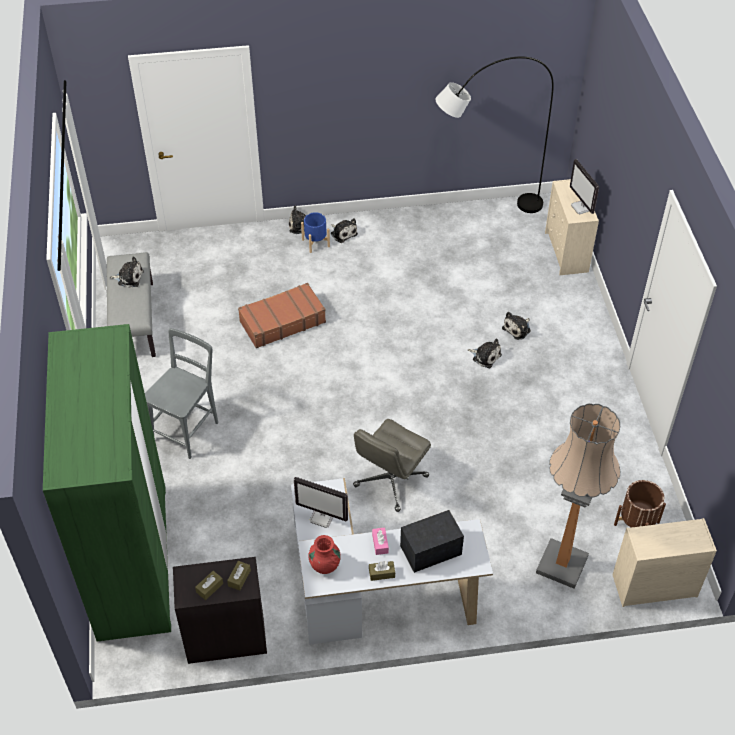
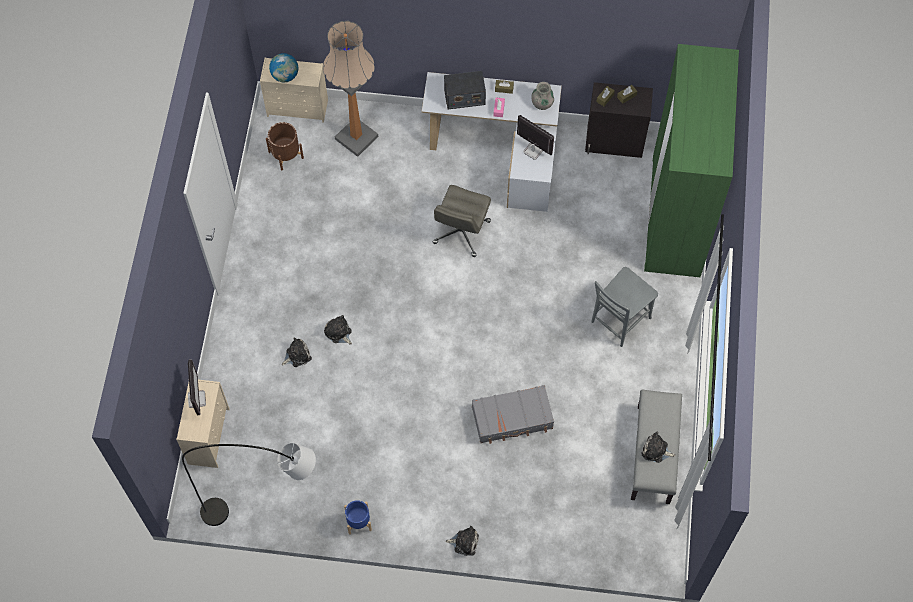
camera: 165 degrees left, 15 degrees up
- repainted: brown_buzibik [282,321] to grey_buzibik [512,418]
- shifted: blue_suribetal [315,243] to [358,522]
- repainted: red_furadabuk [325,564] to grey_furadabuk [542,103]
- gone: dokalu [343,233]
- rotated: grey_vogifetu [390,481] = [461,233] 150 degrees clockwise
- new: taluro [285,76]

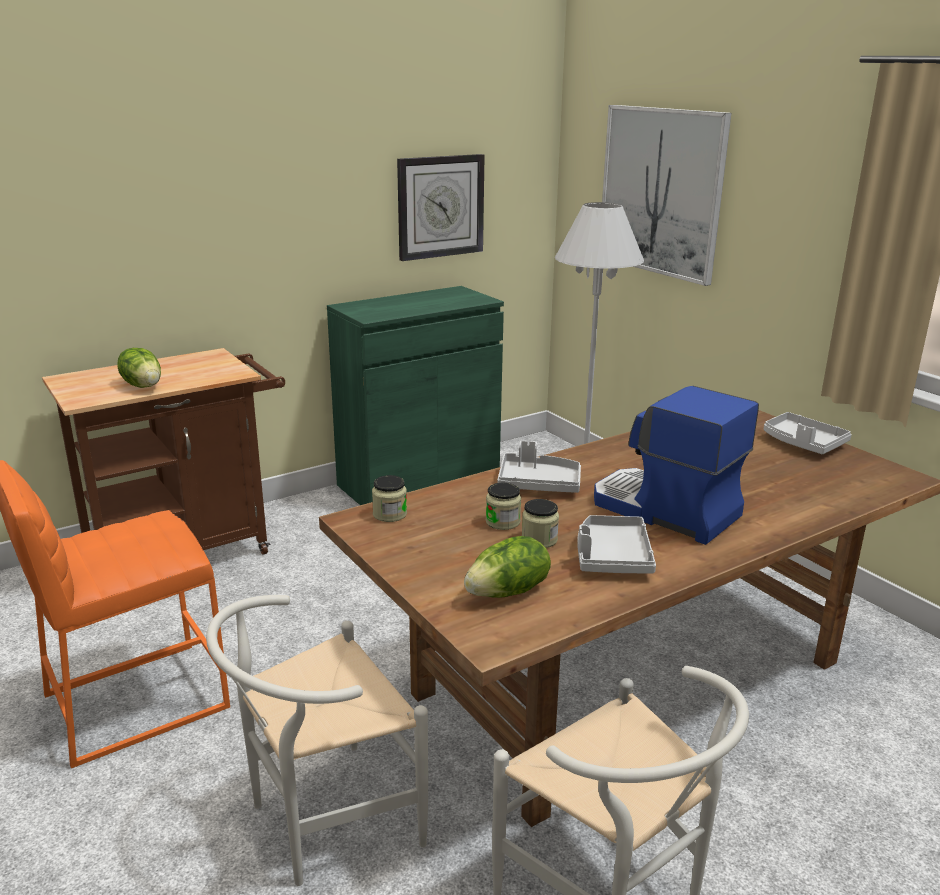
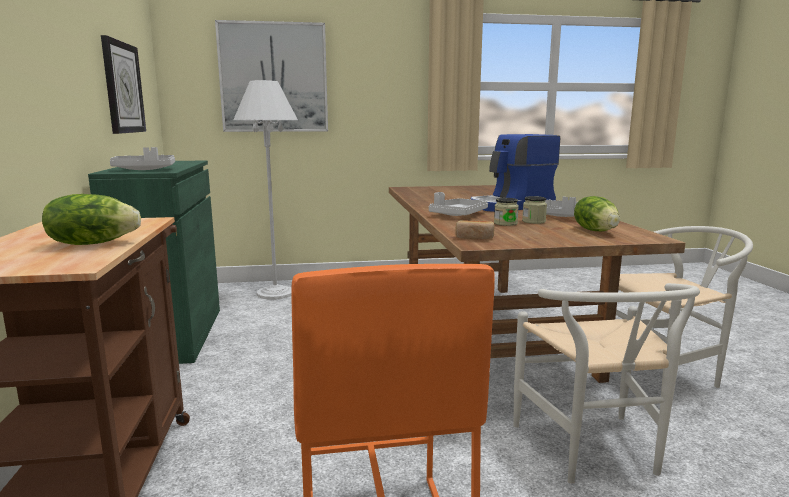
camera: 65 degrees left, 10 degrees down
- swapped: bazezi [390,514] to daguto [474,238]
- shifted: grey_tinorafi [803,443] to [144,170]

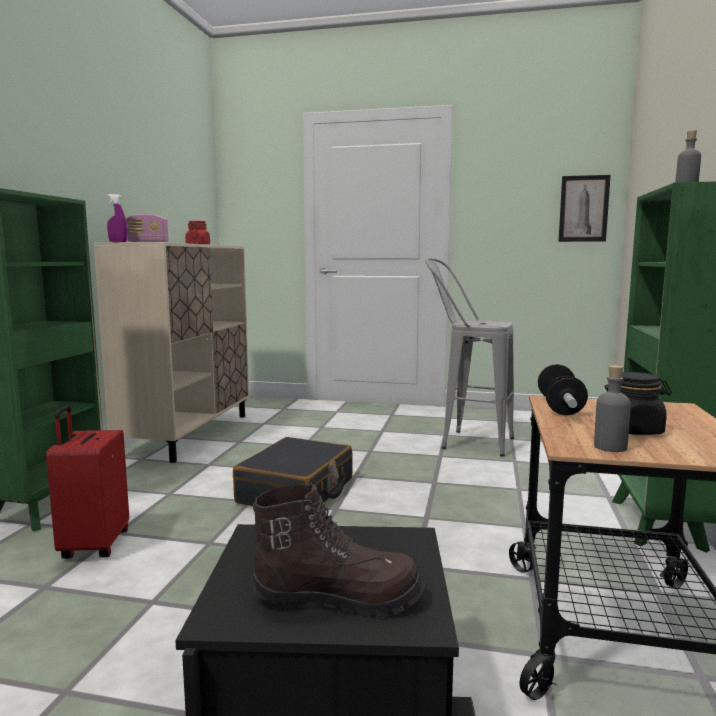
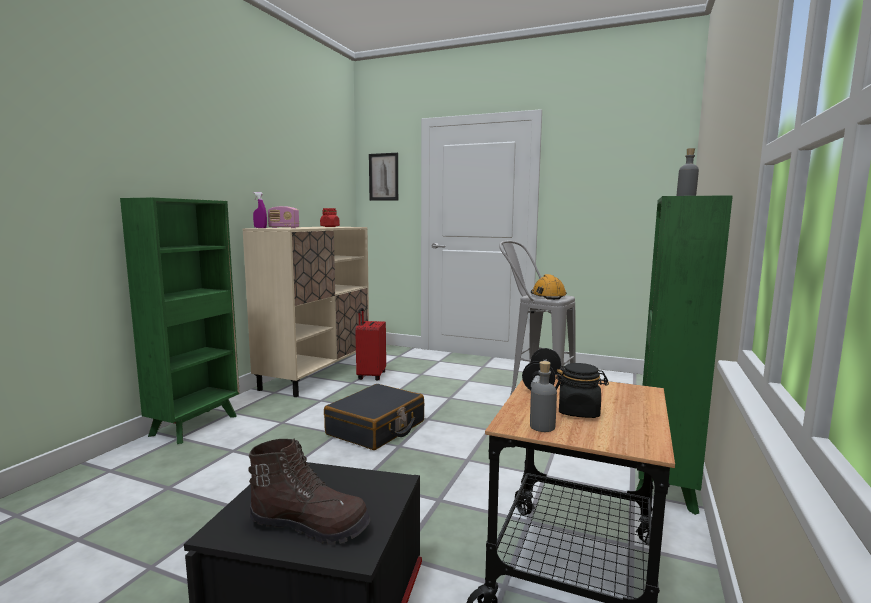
camera: 10 degrees right, 0 degrees up
- shifted: red_buzibik [93,546] to [370,376]
- shifted: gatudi [583,208] to [383,177]
- new: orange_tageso [547,296]

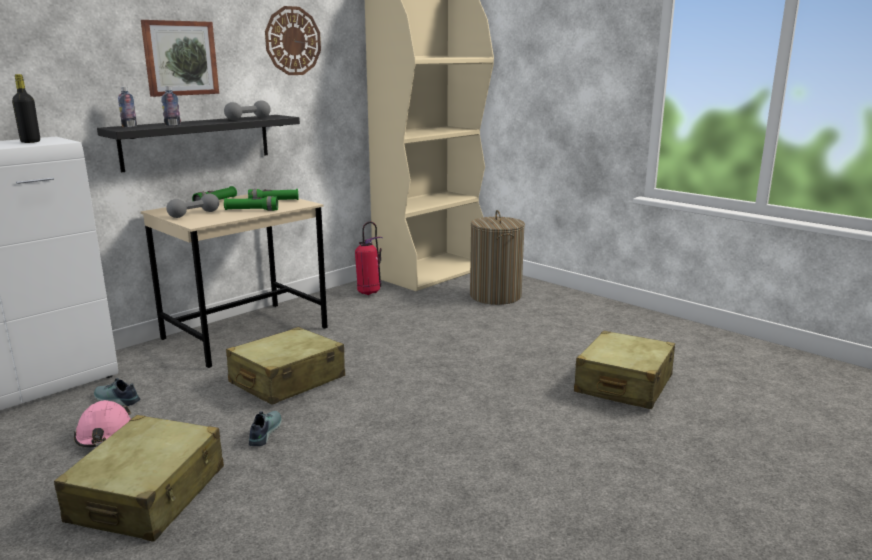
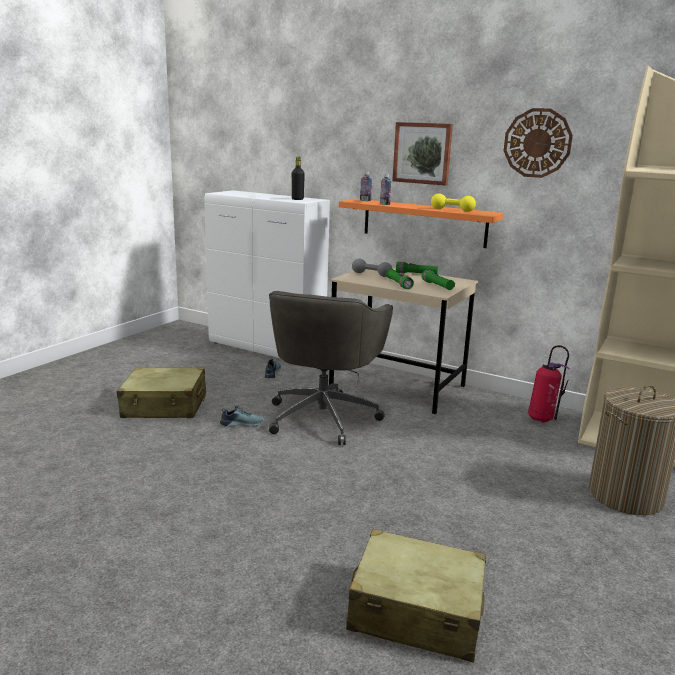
camera: 75 degrees right, 0 degrees up
- gone: pink_tageso [105,435]
- repainted: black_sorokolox [197,142] to orange_sorokolox [424,222]
- repainted: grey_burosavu [248,119] to yellow_burosavu [452,210]
- swapped: beige_buzibik [287,380] to grey_vogifetu [324,416]

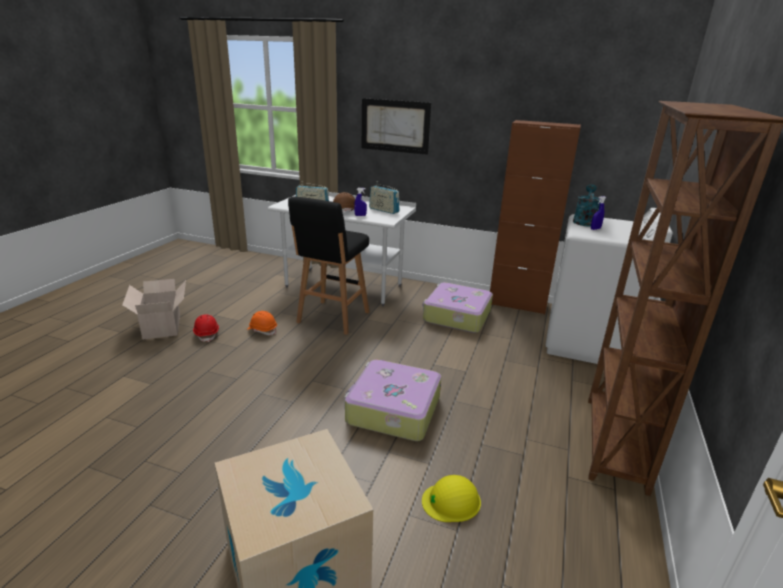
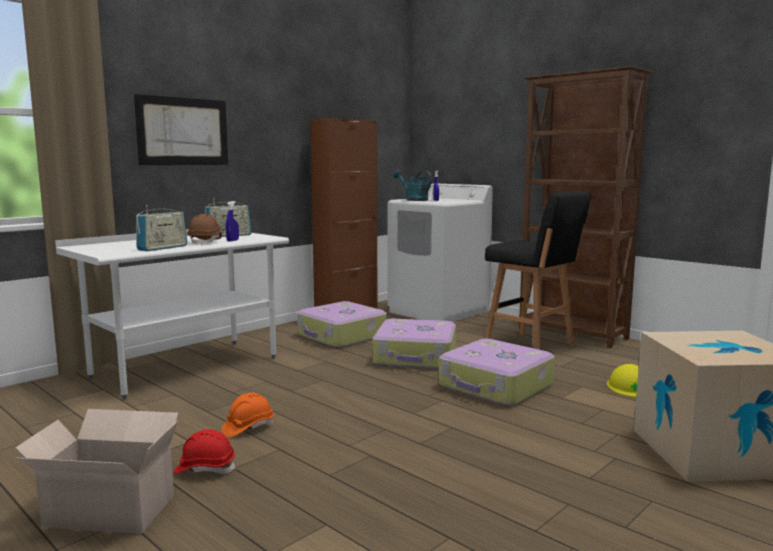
camera: 65 degrees left, 15 degrees down
- shifted: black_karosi [332,318] to [531,347]
- new: buzibik [416,357]

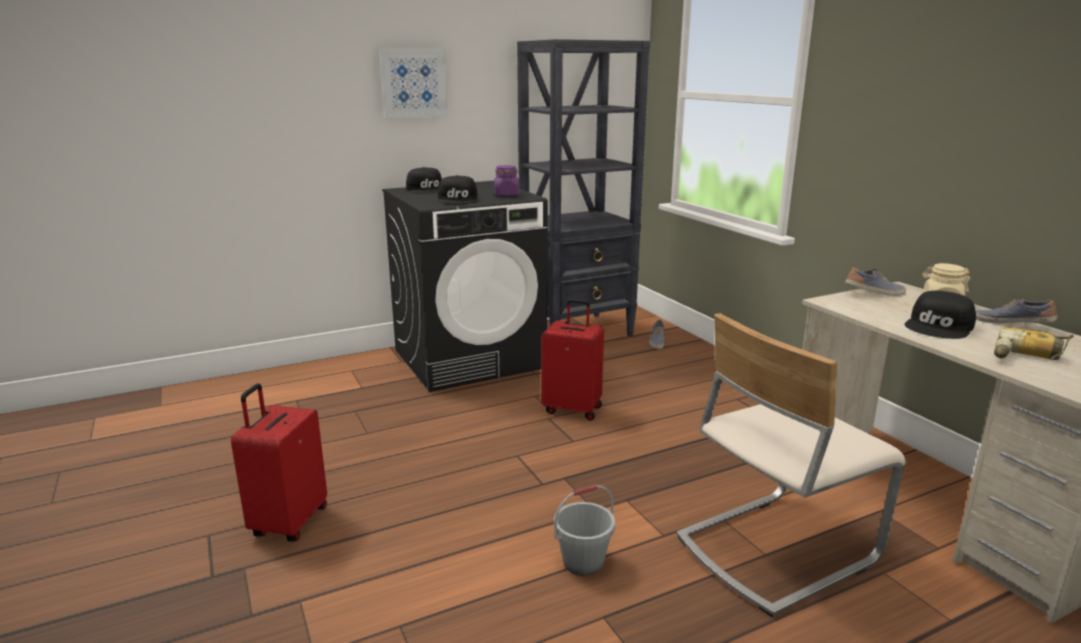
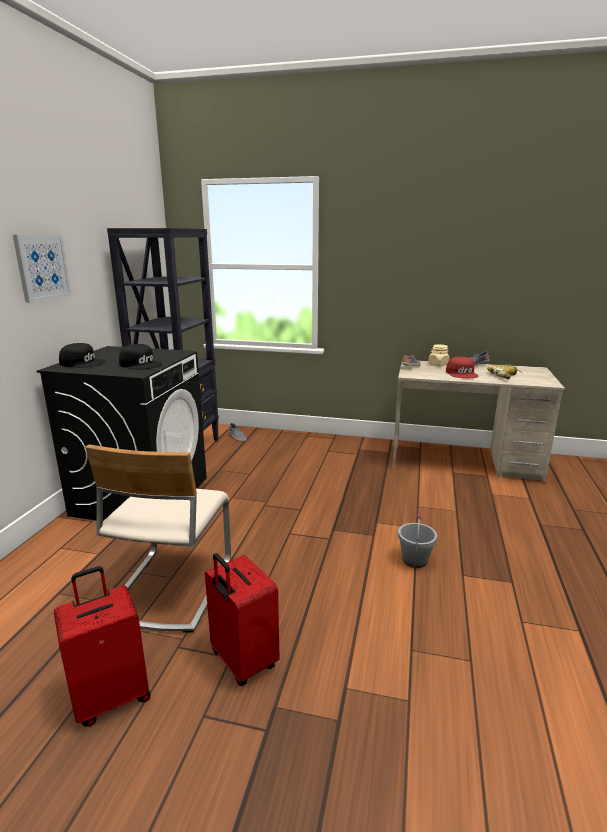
camera: 50 degrees left, 0 degrees up
- gone: purple_bazezi [506,195]
- shifted: red_buzibik [573,409] to [111,697]
- shifted: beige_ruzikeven [775,548] to [170,588]
- repainted: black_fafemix [940,326] to red_fafemix [462,373]

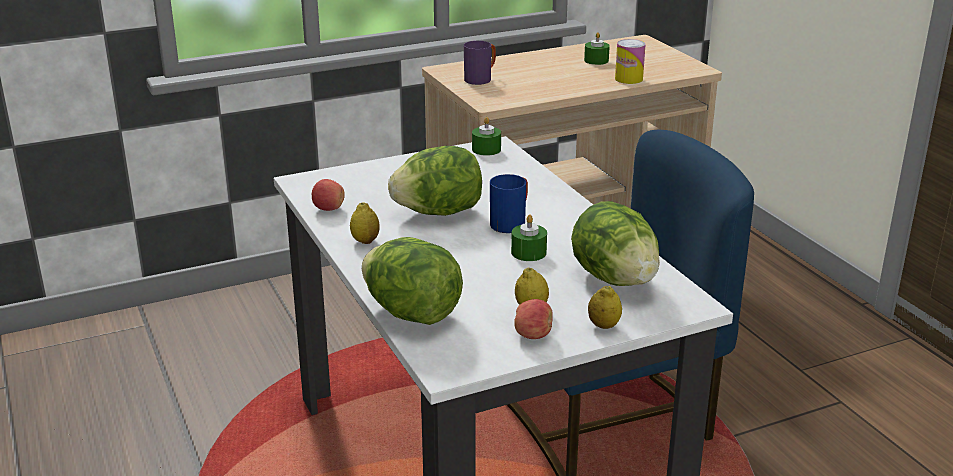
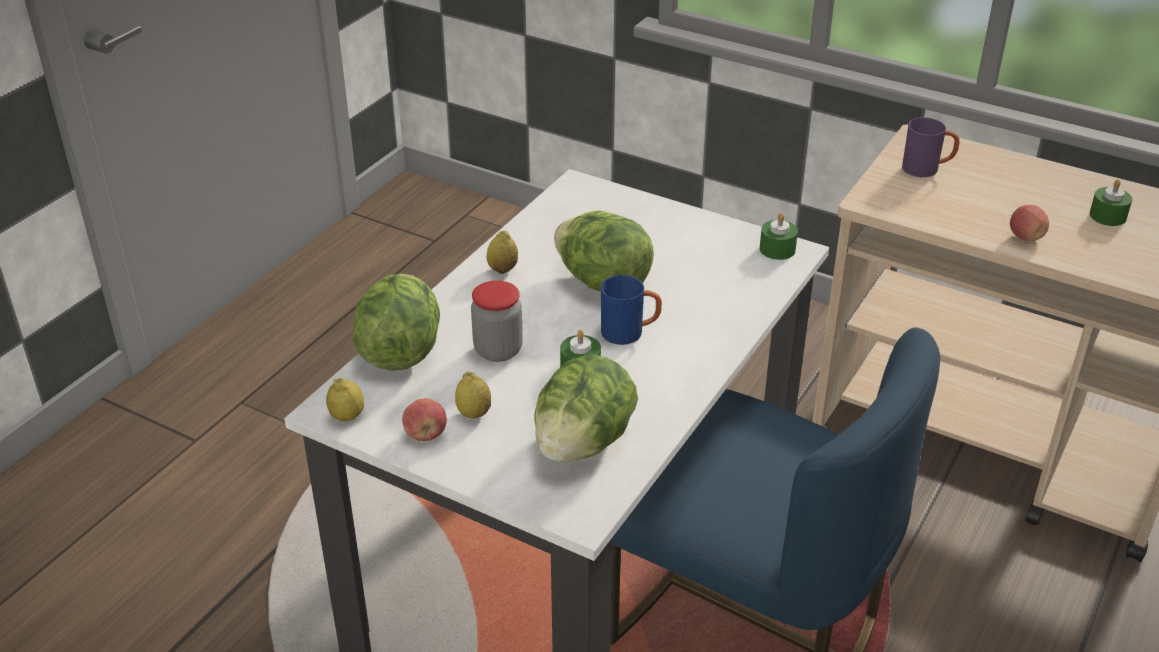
camera: 55 degrees right, 10 degrees up
- shifted: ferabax [328,209] to [1025,237]
- shifted: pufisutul [603,326] to [347,416]
- gone: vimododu [628,79]
- new: bazezi [498,350]

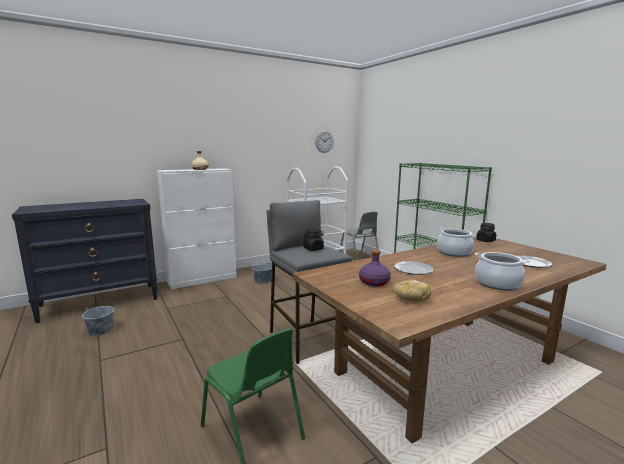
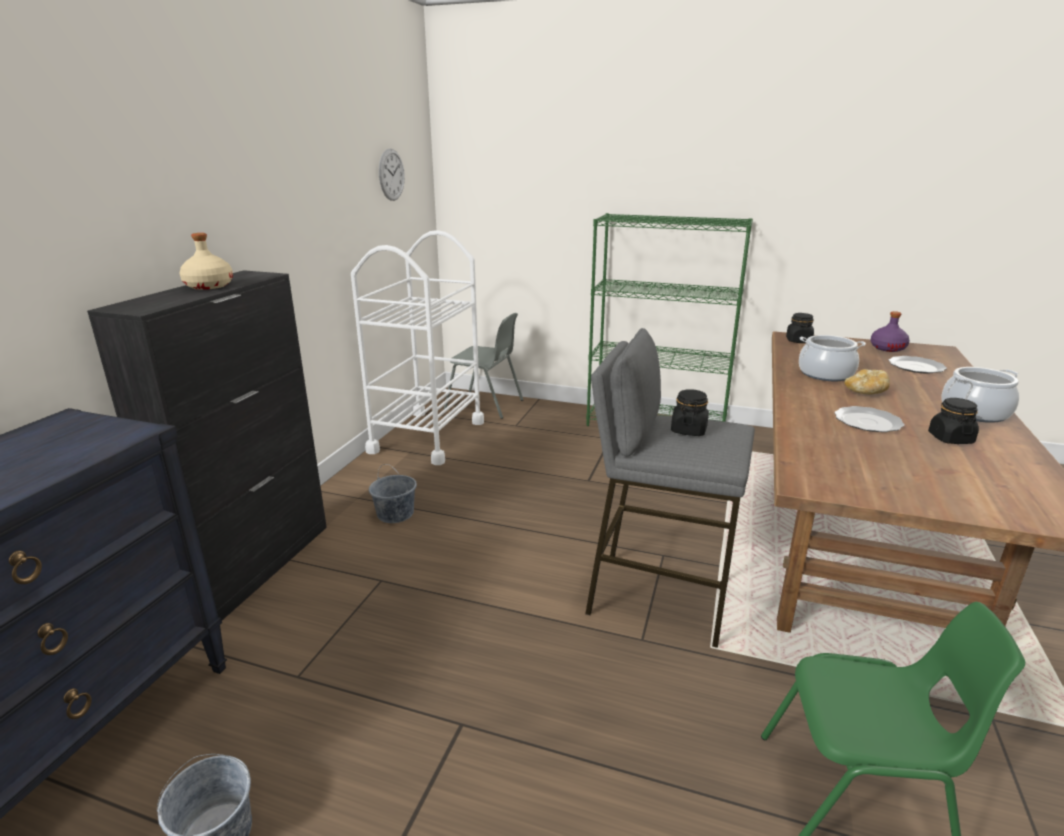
camera: 40 degrees left, 10 degrees up
- repainted: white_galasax [203,279] to black_galasax [257,565]
- shifted: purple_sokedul [374,282] to [887,348]
- shifted: daguto [410,299] to [865,392]
- new: black_bazezi [950,438]

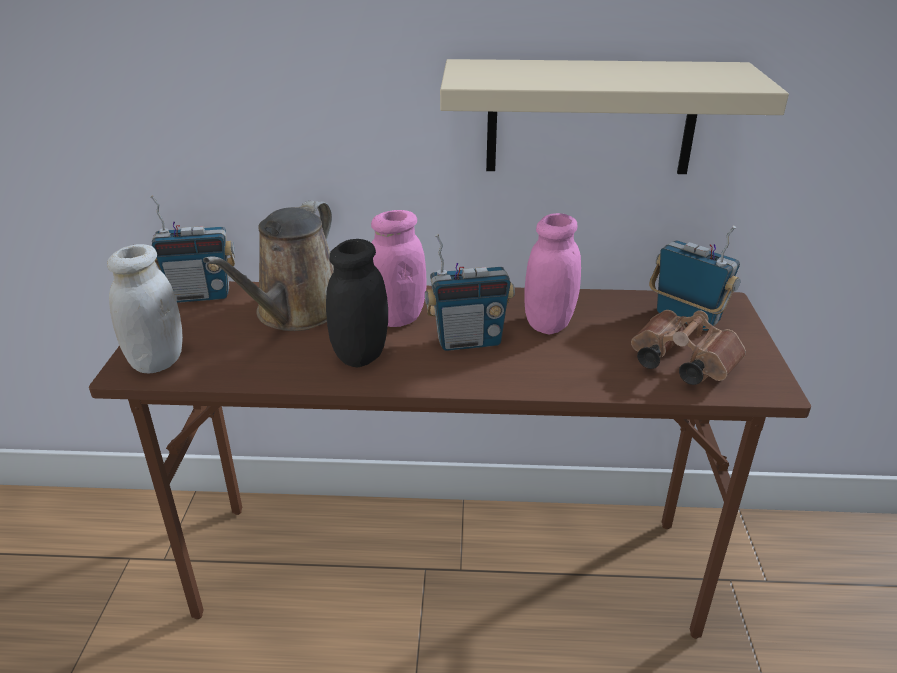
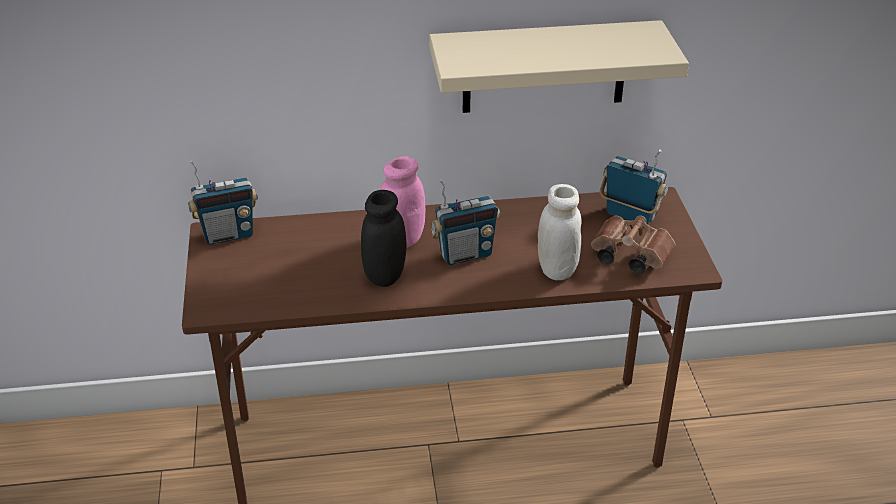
camera: 10 degrees left, 5 degrees up
- shifted: white_bazezi [157,361] to [557,269]
- gone: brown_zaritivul [296,313]
- gone: pink_bazezi [549,323]

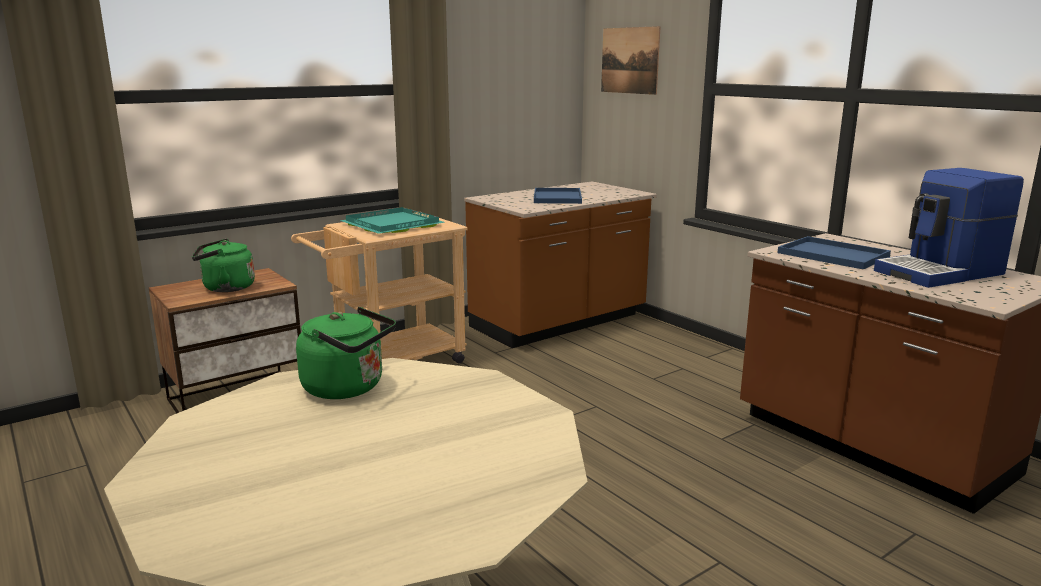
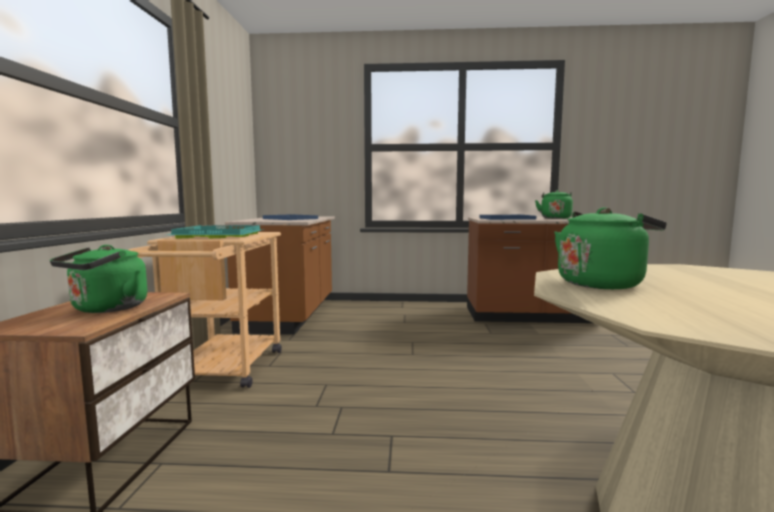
camera: 50 degrees left, 10 degrees down
- gone: gatudi [629,60]
- swapped: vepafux [941,273] to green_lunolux [555,218]

